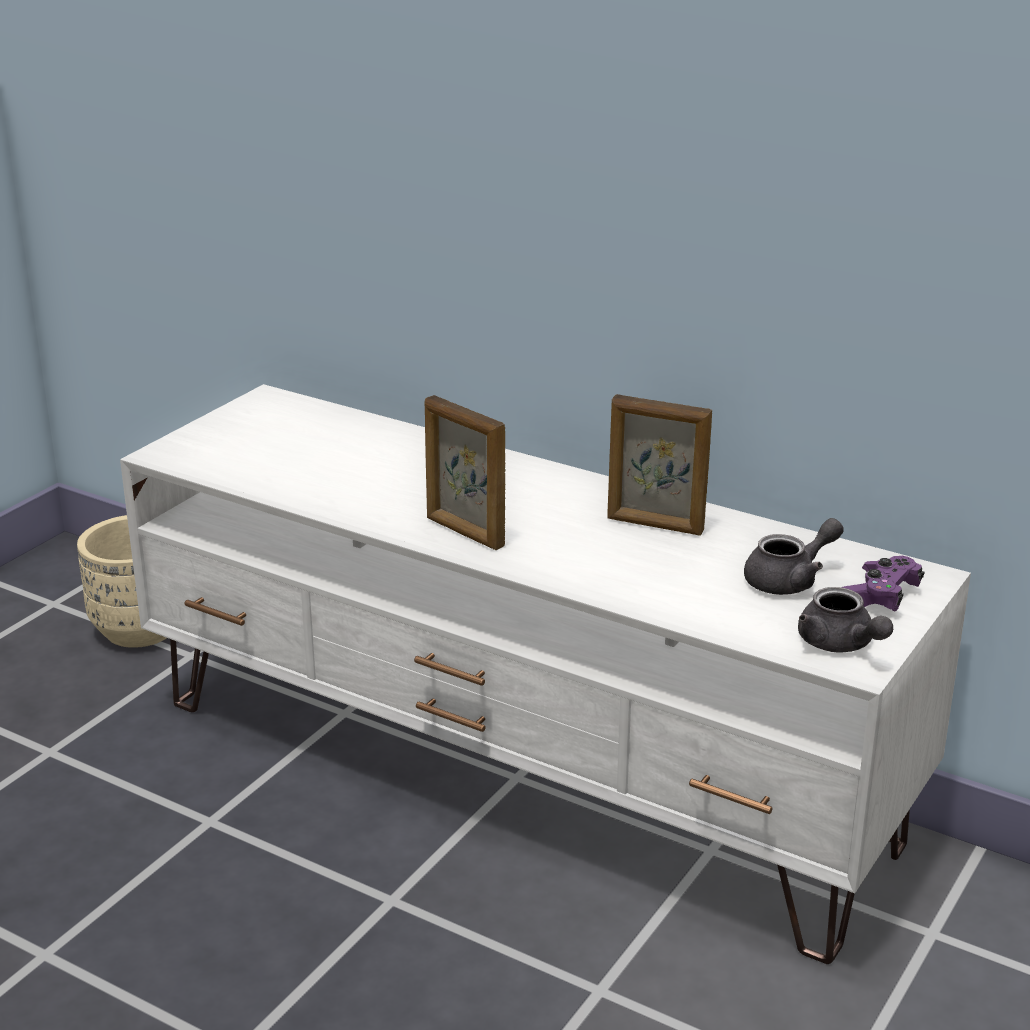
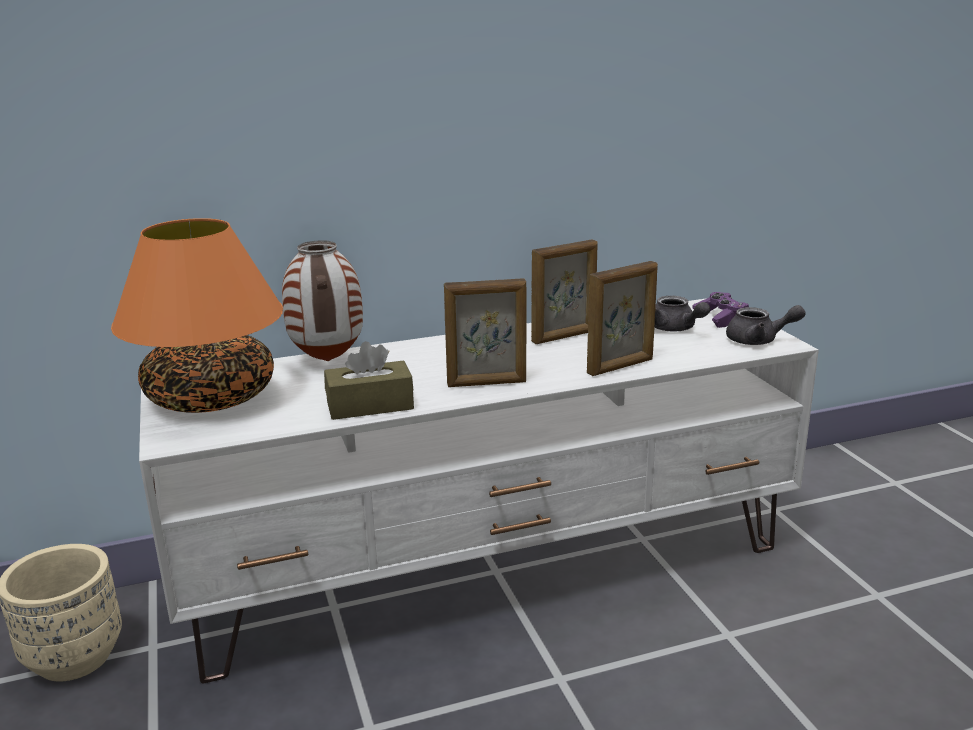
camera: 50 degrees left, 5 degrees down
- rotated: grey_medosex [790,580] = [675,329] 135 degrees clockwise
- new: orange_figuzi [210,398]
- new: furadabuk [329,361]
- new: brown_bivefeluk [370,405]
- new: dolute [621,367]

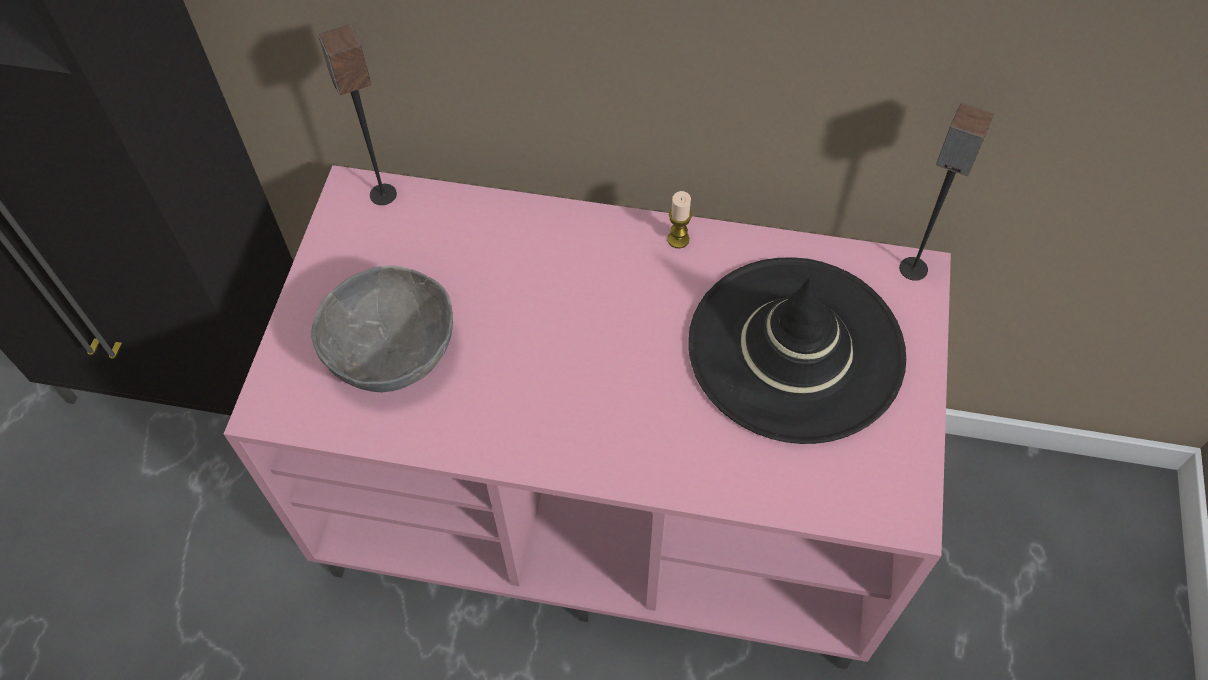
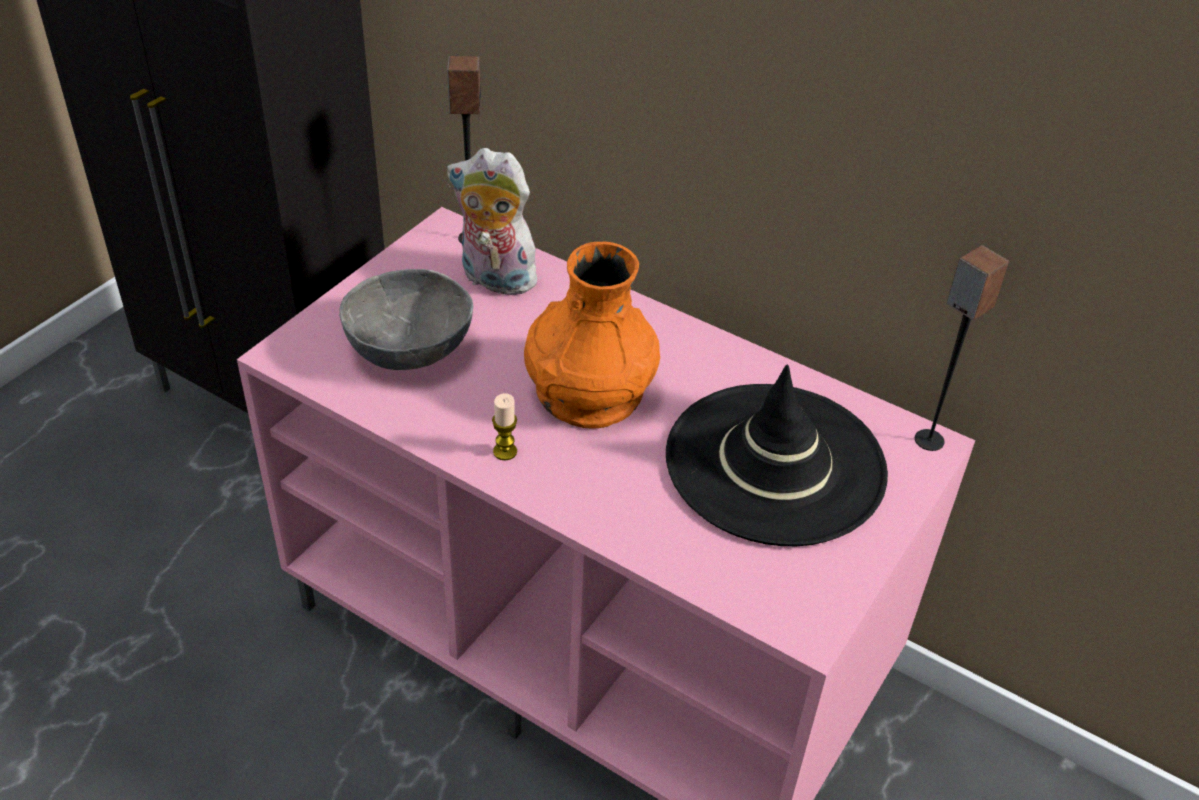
camera: 20 degrees right, 15 degrees down
- shifted: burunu [678,239] to [505,451]
- new: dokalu [494,280]
- new: orange_furadabuk [589,390]

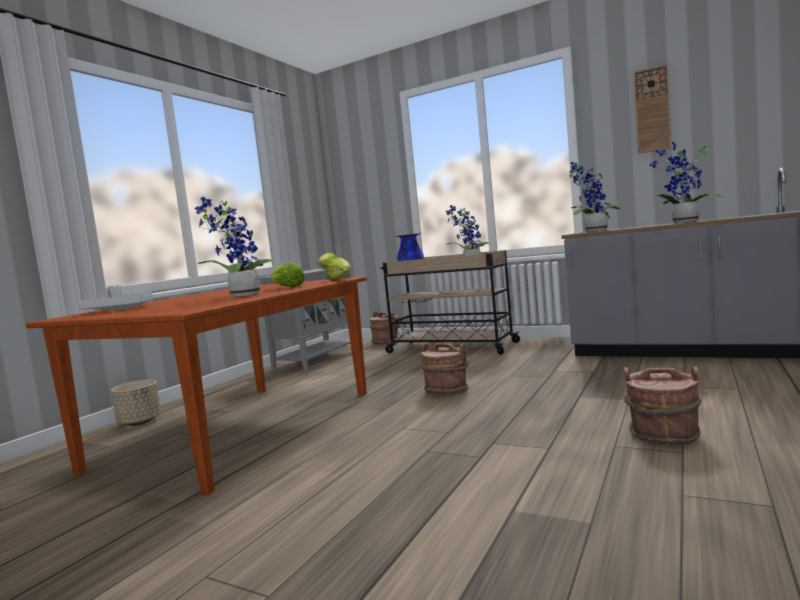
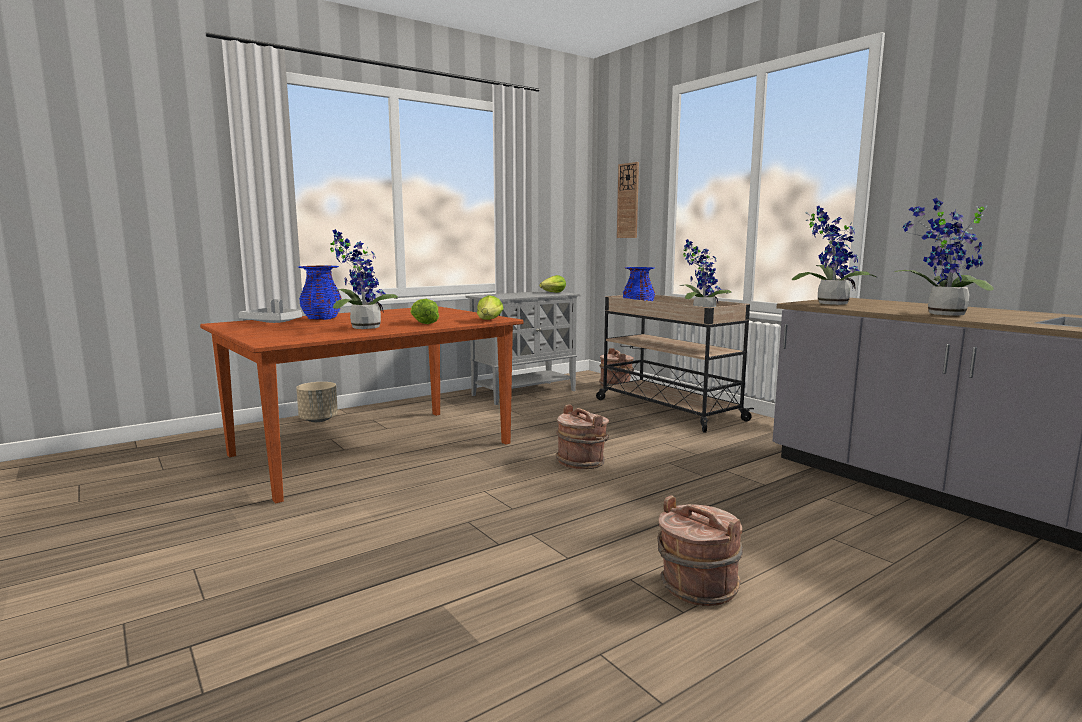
camera: 25 degrees right, 5 degrees up
- shifted: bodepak [652,110] to [628,201]
- new: blue_furadabuk [322,318]

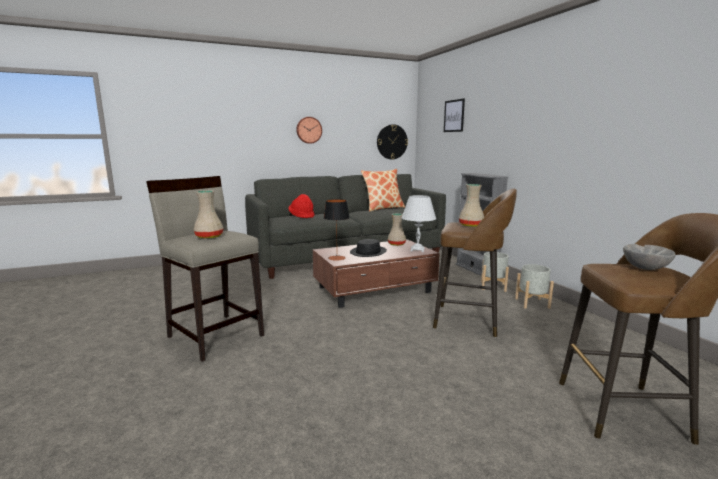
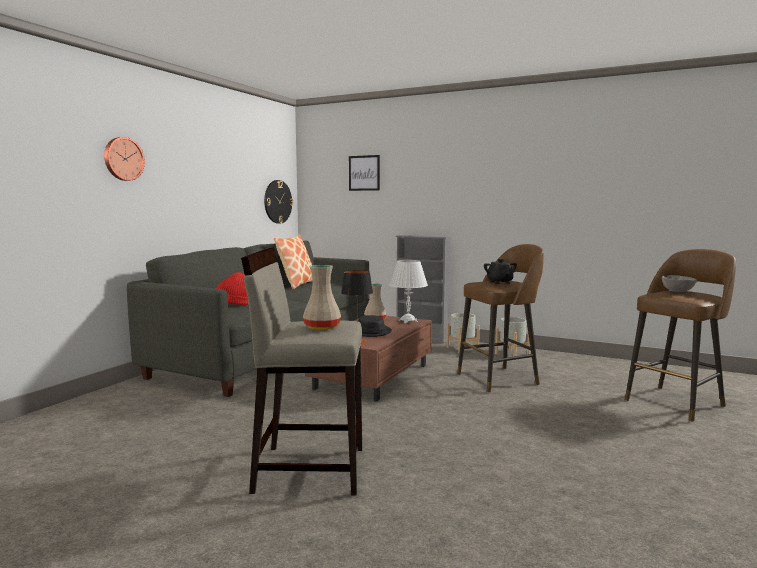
camera: 40 degrees left, 5 degrees down
- shifted: bodepak [308,130] to [123,159]
- swapped: beige_furadabuk [471,225] to black_medosex [499,282]

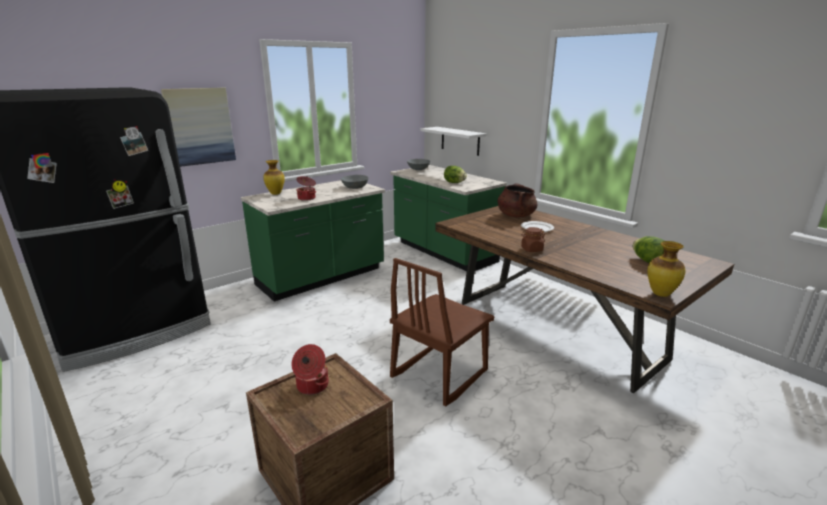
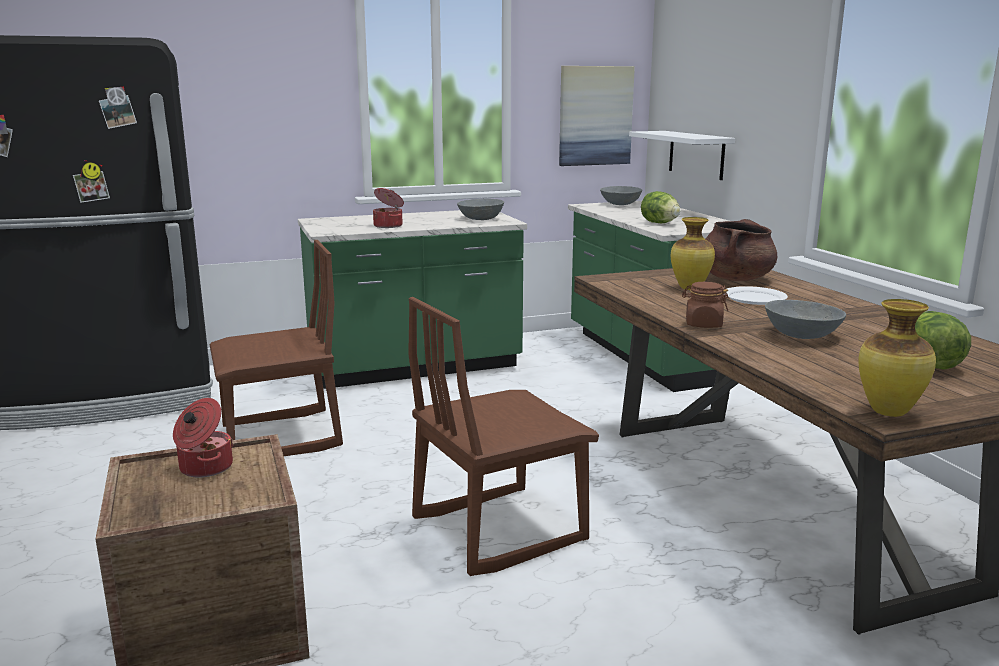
camera: 20 degrees right, 5 degrees down
- shifted: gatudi [200,126] to [595,116]
- shifted: furadabuk [275,194] to [689,288]
- new: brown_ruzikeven [281,437]
- new: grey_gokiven [801,335]

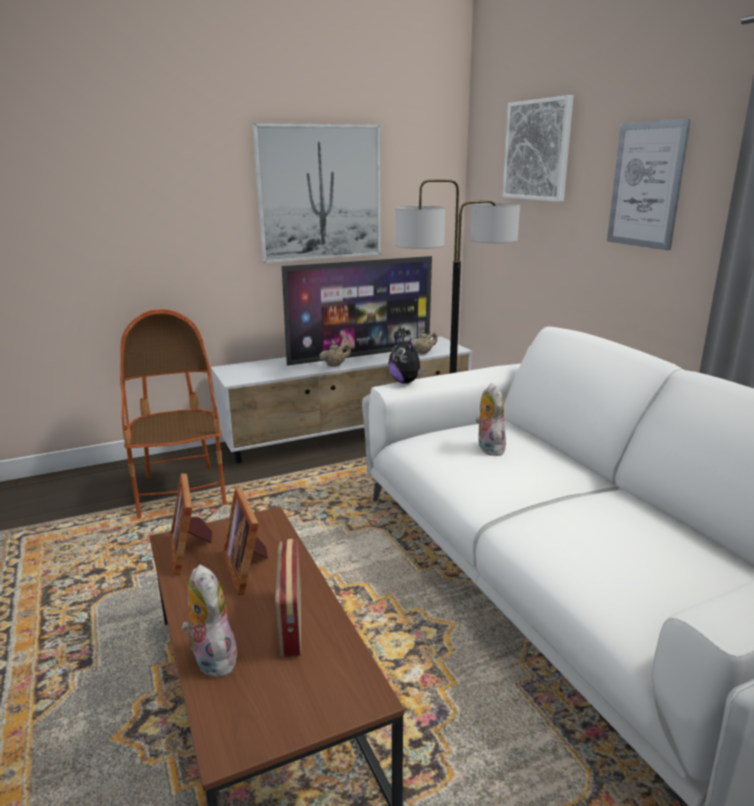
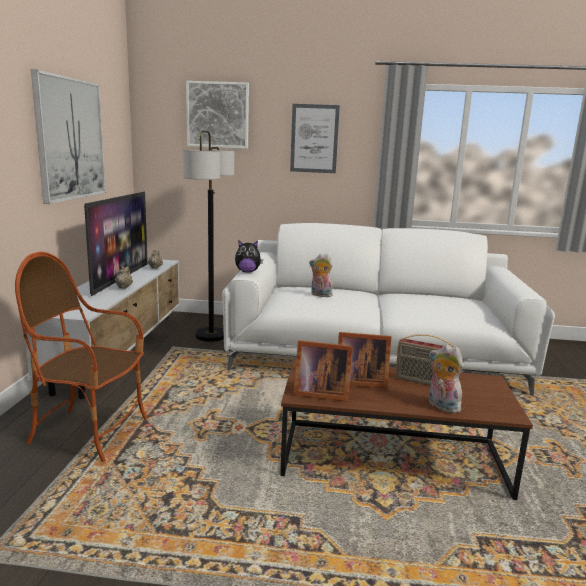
camera: 60 degrees left, 5 degrees down
- rotated: dokalu [211,659] = [441,406] 45 degrees clockwise

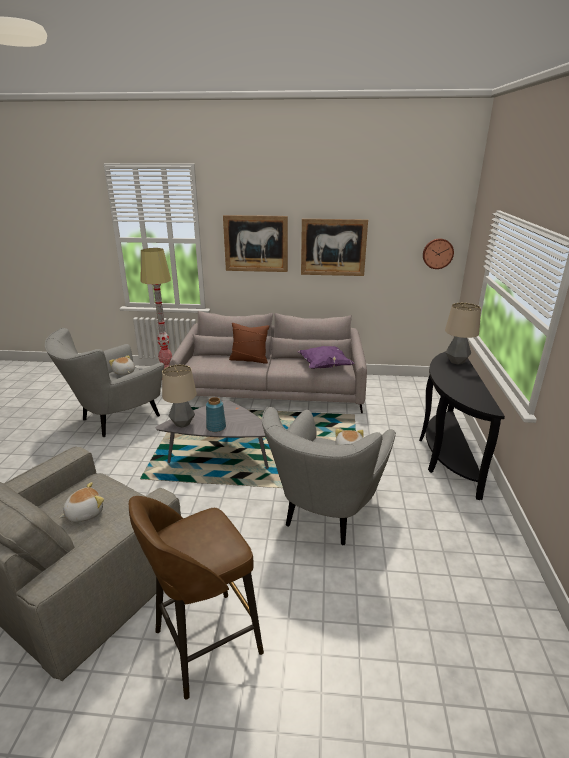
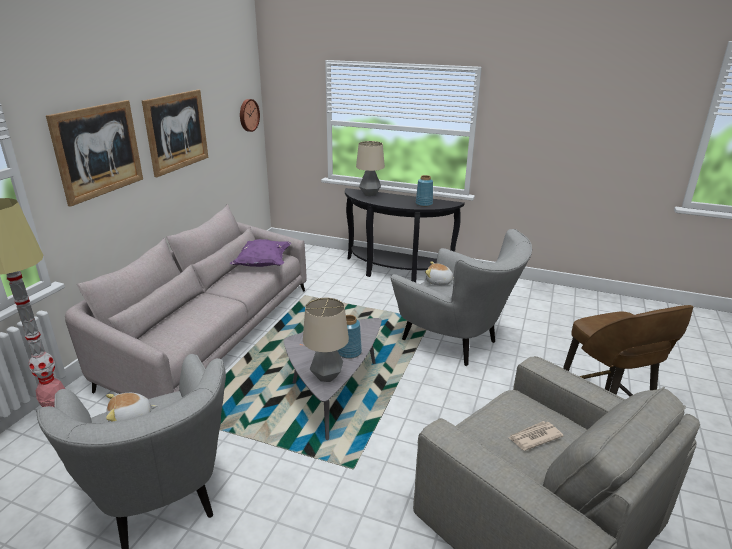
camera: 75 degrees left, 0 degrees up
- swapped: dokalu [84,513] to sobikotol [534,437]
- gone: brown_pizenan [249,359]
- new: blue_furadabuk [424,204]

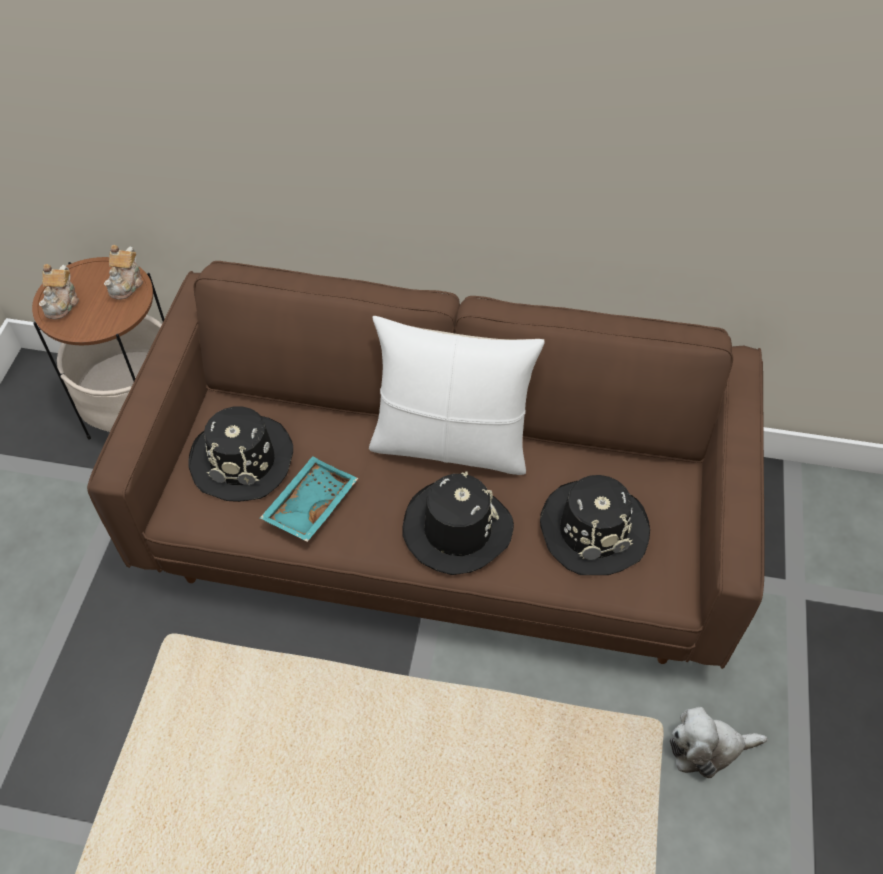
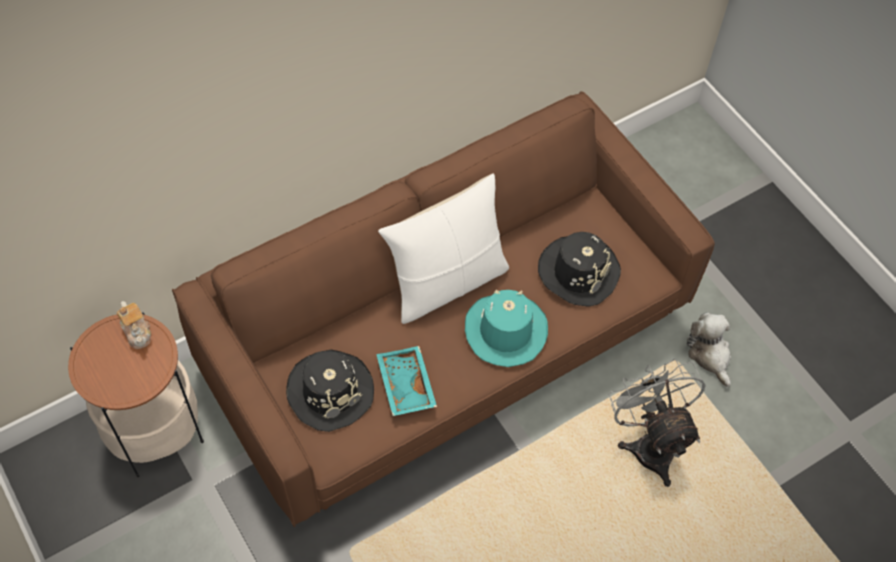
camera: 45 degrees left, 5 degrees up
- gone: medosex [62,303]
- repainted: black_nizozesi [456,528] to turquoise_nizozesi [505,331]
- rotated: dokalu [707,748] = [709,354] 120 degrees clockwise
- new: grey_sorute [649,443]

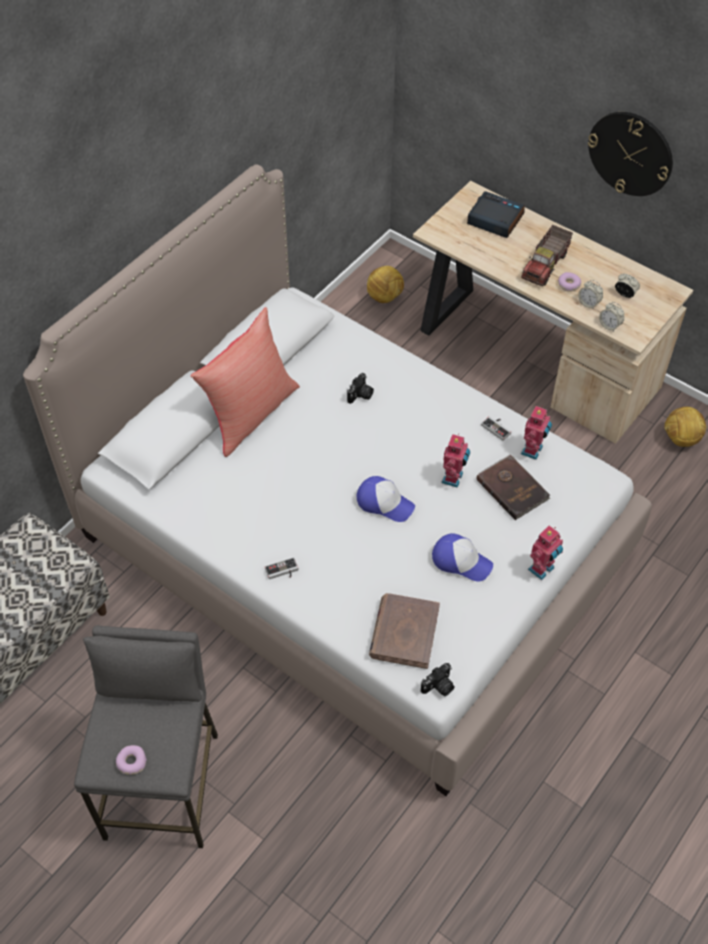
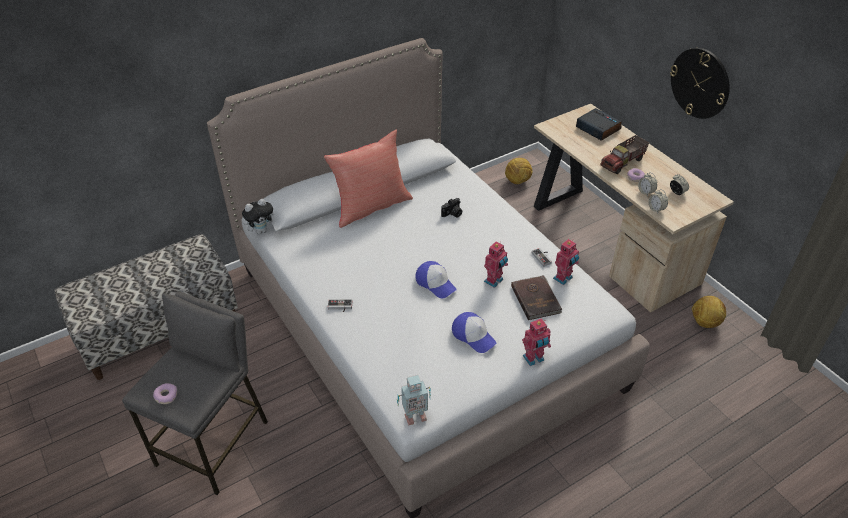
camera: 20 degrees right, 10 degrees down
- gone: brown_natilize [404,632]
- swapped: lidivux [439,687] to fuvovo [414,416]
- new: dokalu [261,230]

